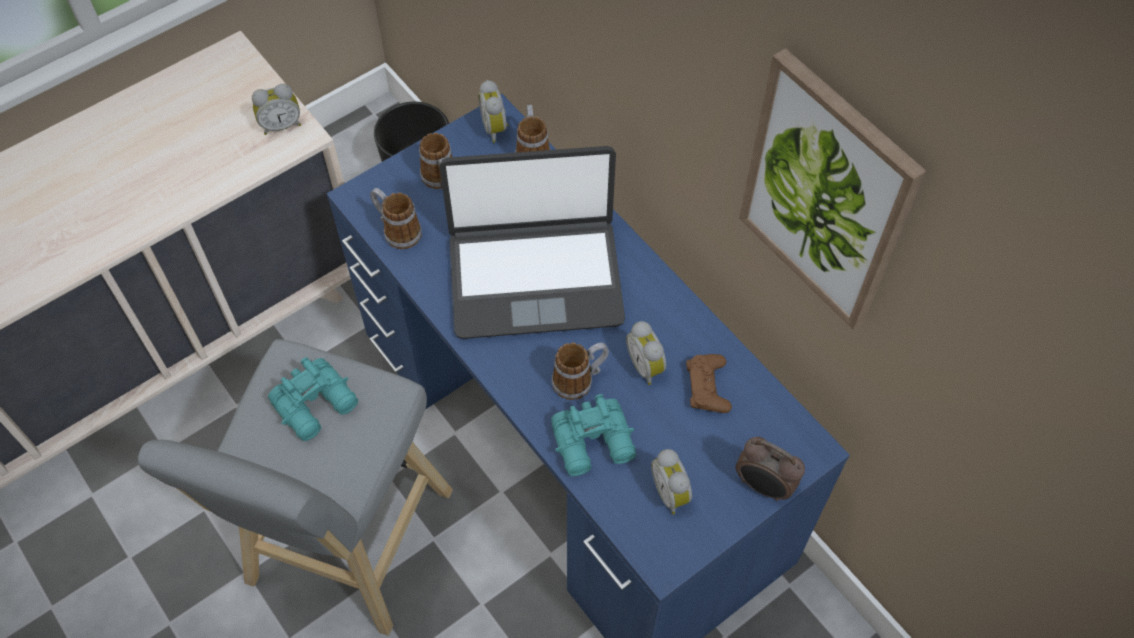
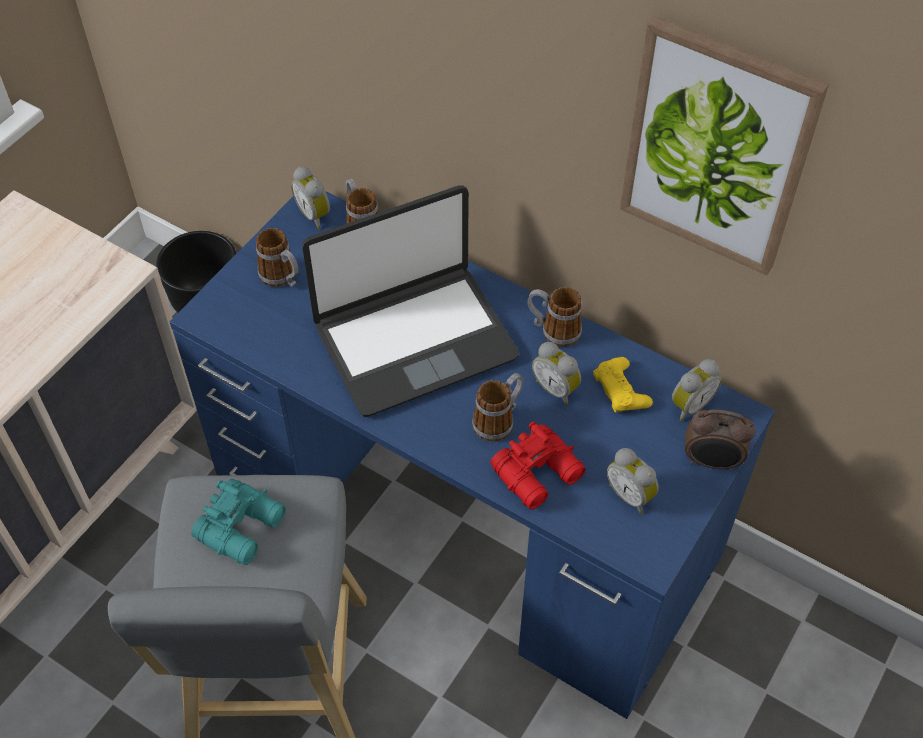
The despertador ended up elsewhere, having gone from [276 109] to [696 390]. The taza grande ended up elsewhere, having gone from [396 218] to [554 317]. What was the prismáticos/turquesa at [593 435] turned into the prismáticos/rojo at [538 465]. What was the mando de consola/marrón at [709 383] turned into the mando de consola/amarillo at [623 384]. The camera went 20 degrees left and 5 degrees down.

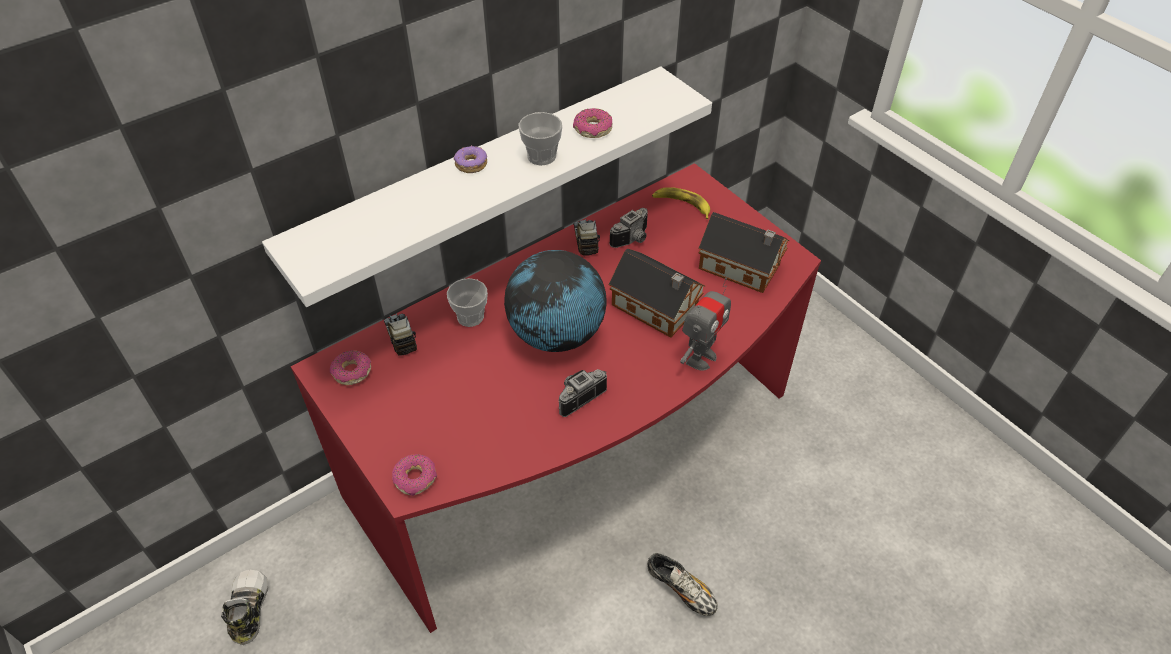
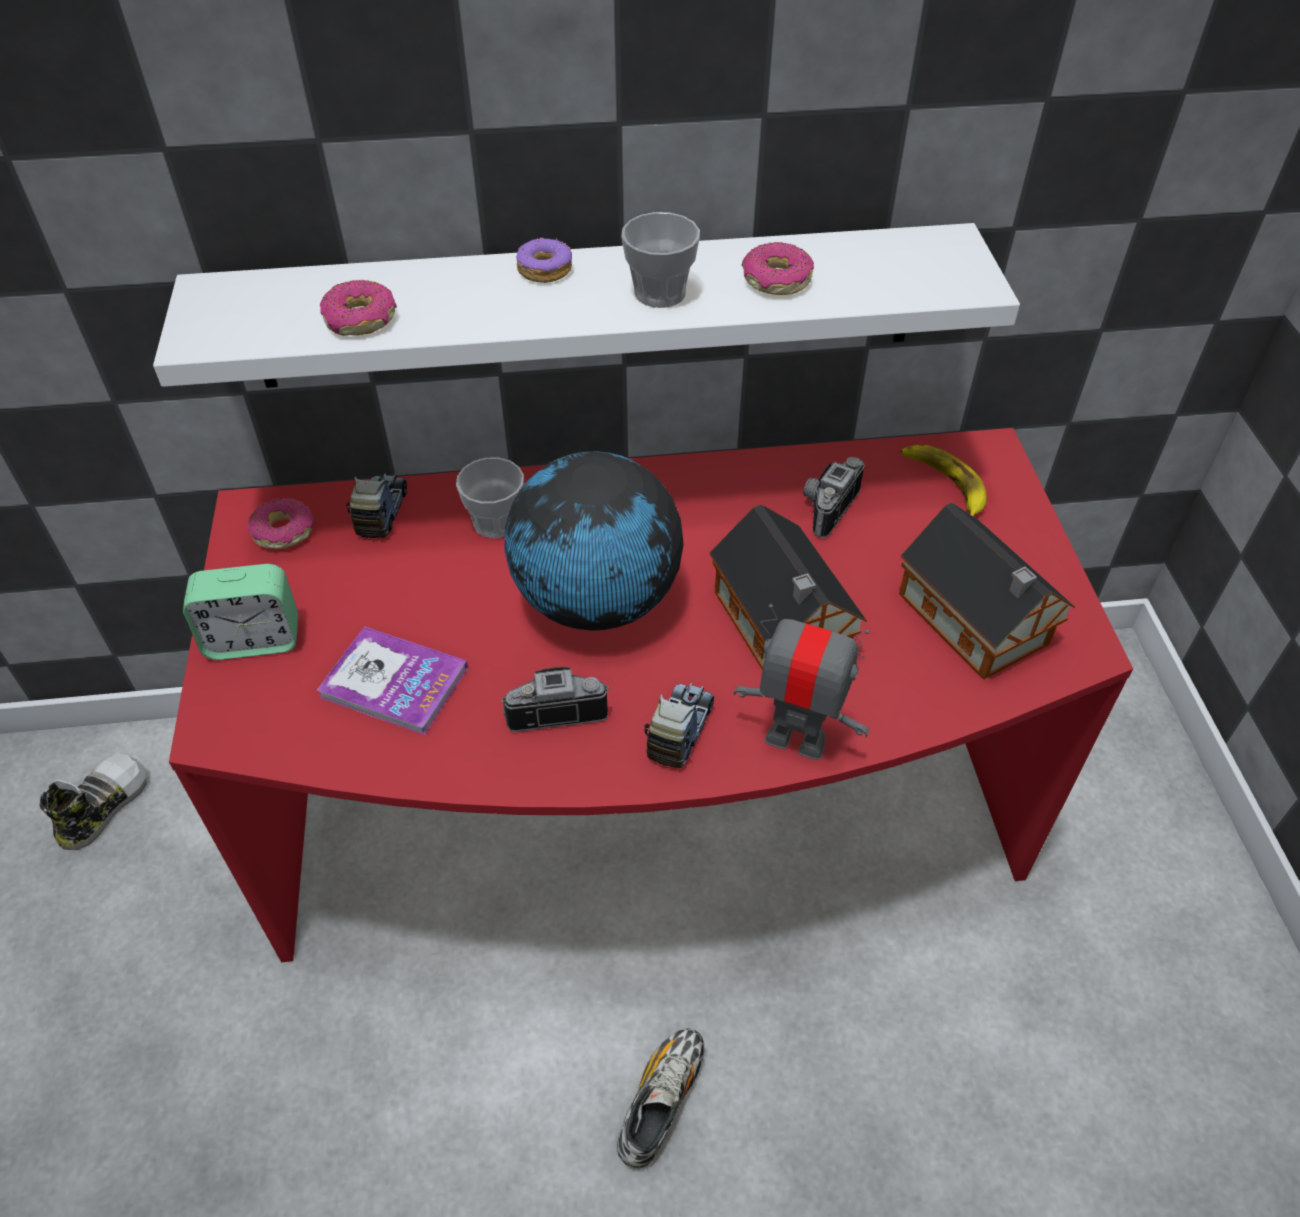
The second view gained the despertador at [240 612]. The second view gained the libro at [392 680]. The rosquilla ended up elsewhere, having gone from [414 475] to [358 308]. The camión de juguete ended up elsewhere, having gone from [586 237] to [679 725]. The cámara at [628 228] ended up facing another way, 135 degrees clockwise from before. The zapato at [682 584] ended up facing another way, 135 degrees counterclockwise from before. The robot de juguete at [705 324] ended up facing another way, 135 degrees counterclockwise from before. The camera went 30 degrees right and 0 degrees up.

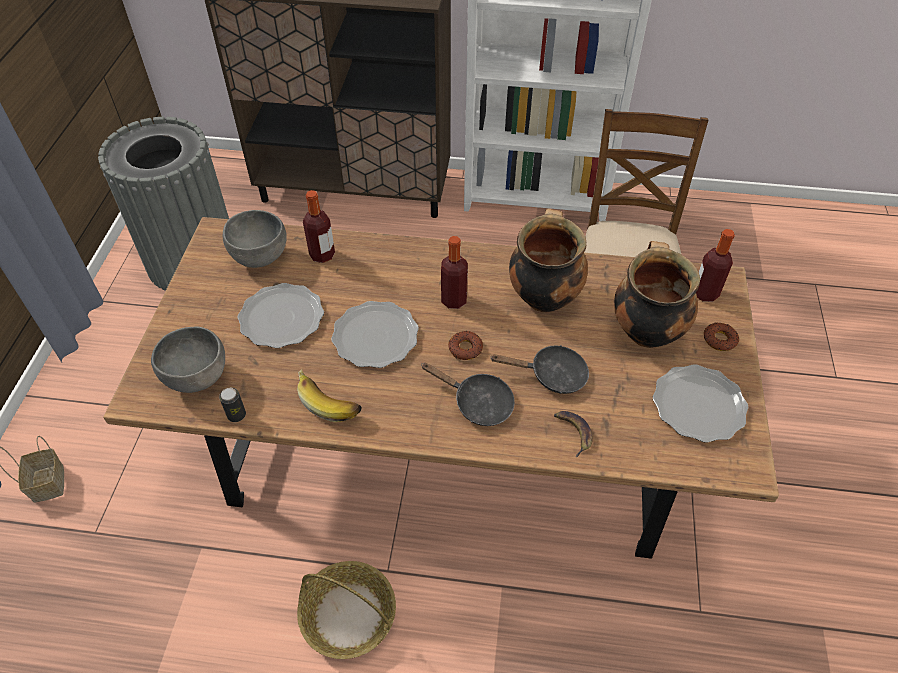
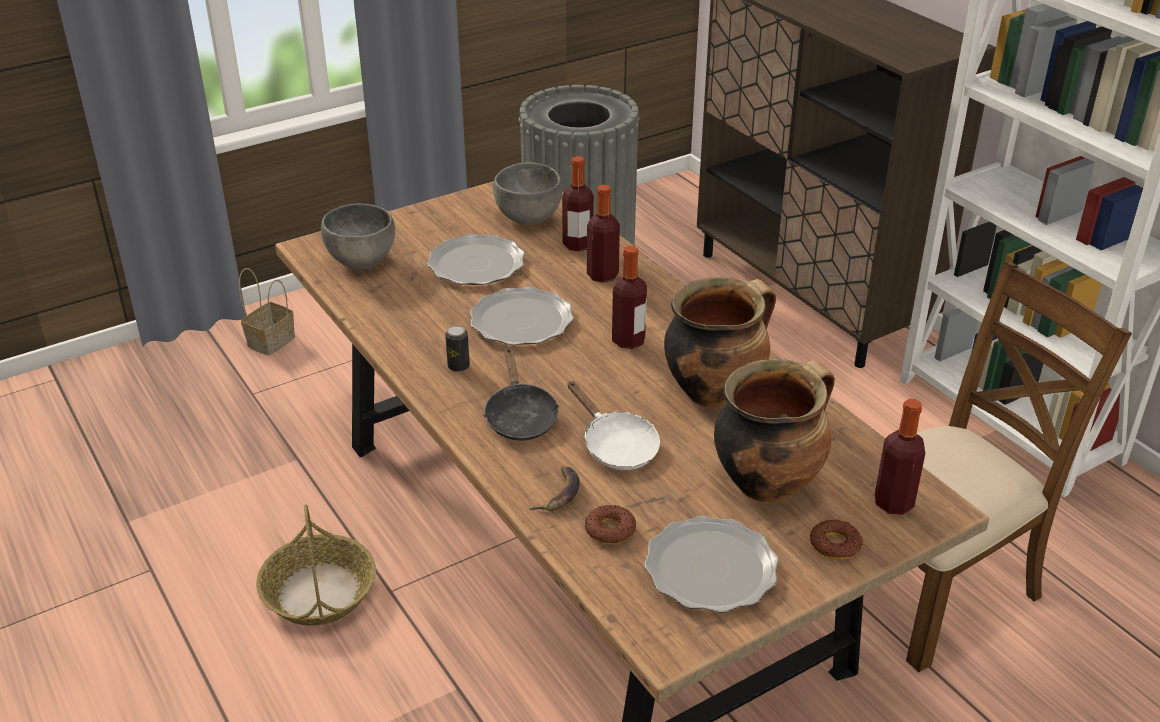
The second view lost the plátano at [329 395]. The second view gained the botella at [603 234]. The lata ended up elsewhere, having gone from [232 405] to [457 349]. The rosquilla ended up elsewhere, having gone from [465 345] to [610 524]. What was the sartén/negro at [540 369] turned into the sartén/blanco at [613 425]. The camera went 50 degrees right and 15 degrees down.

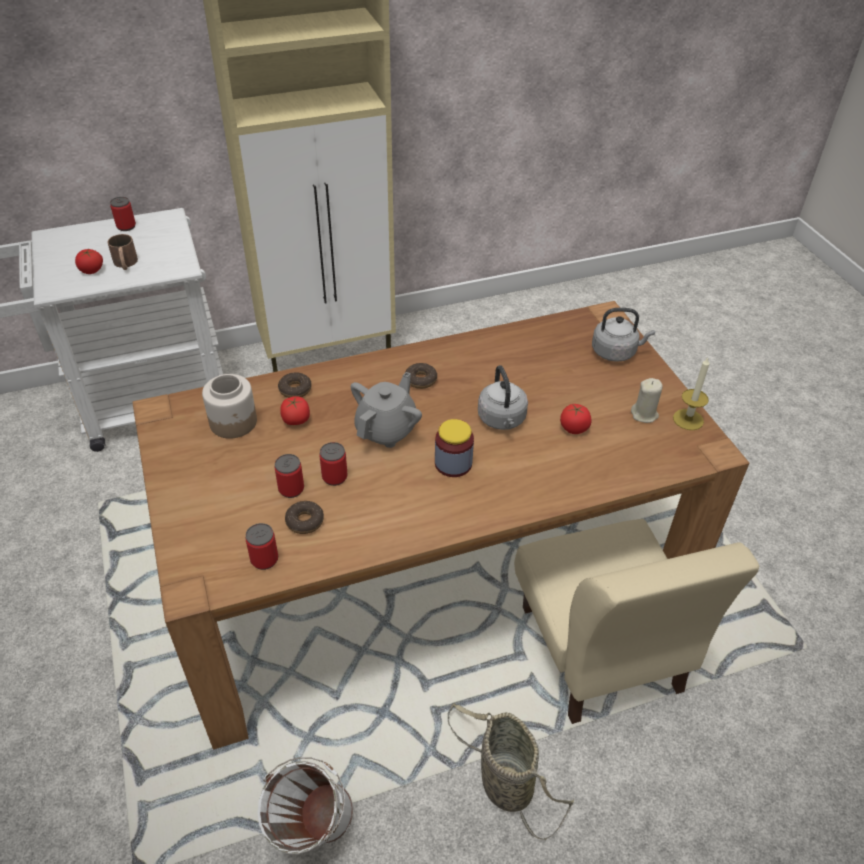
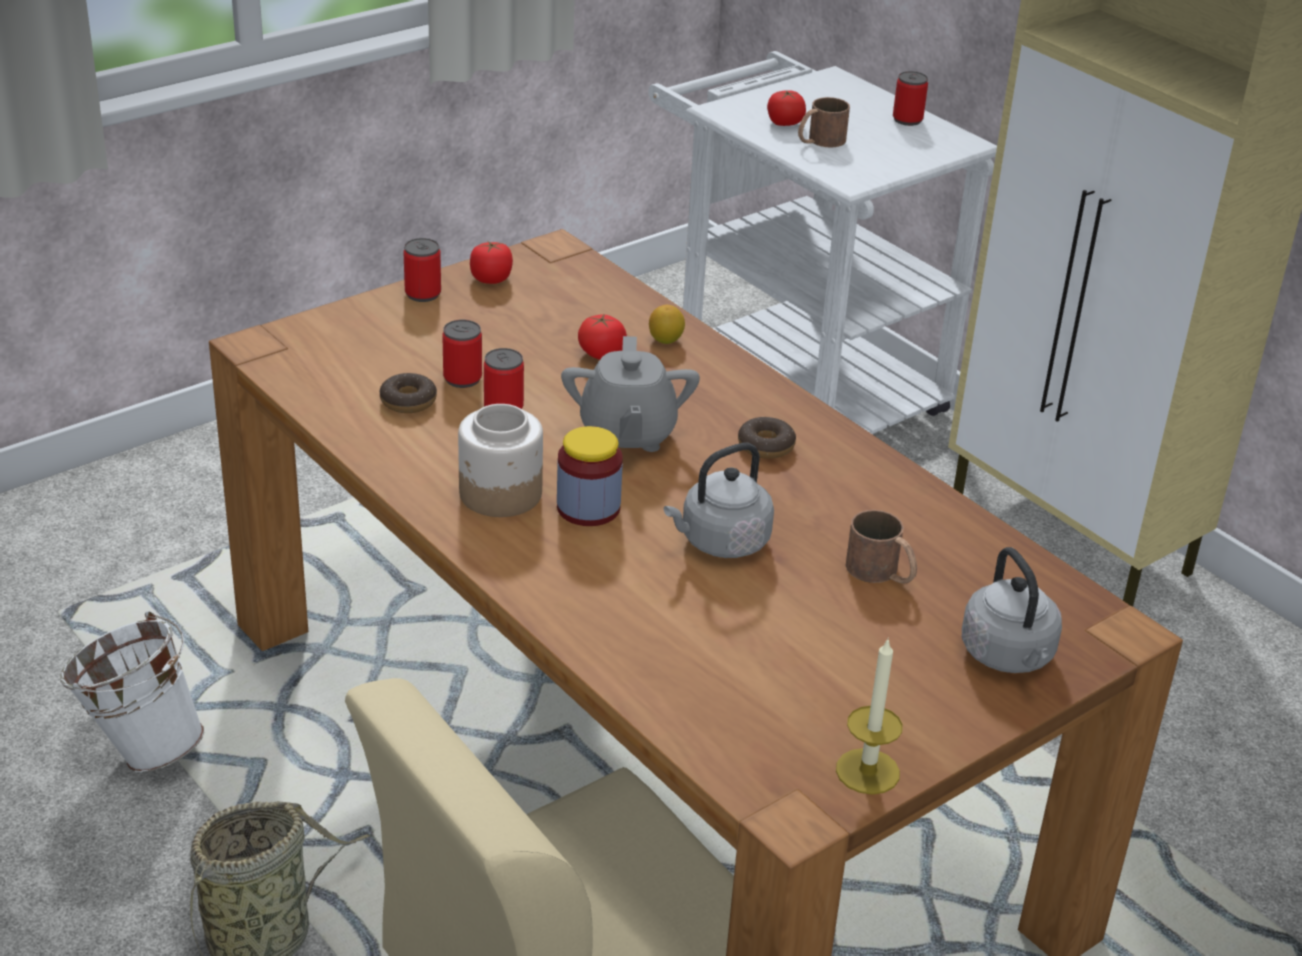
The second view lost the vela/beis at [647 400]. The second view gained the taza grande/marrón at [881 547]. The tarro ended up elsewhere, having gone from [229 406] to [500 460]. The lata ended up elsewhere, having gone from [262 546] to [422 270]. The tomate ended up elsewhere, having gone from [576 419] to [491 262]. Where the rosquilla stood at [295 385], the limón came to stand at [667 324]. The tetera/gris at [386 410] ended up facing another way, 75 degrees clockwise from before. The camera went 70 degrees right and 10 degrees down.

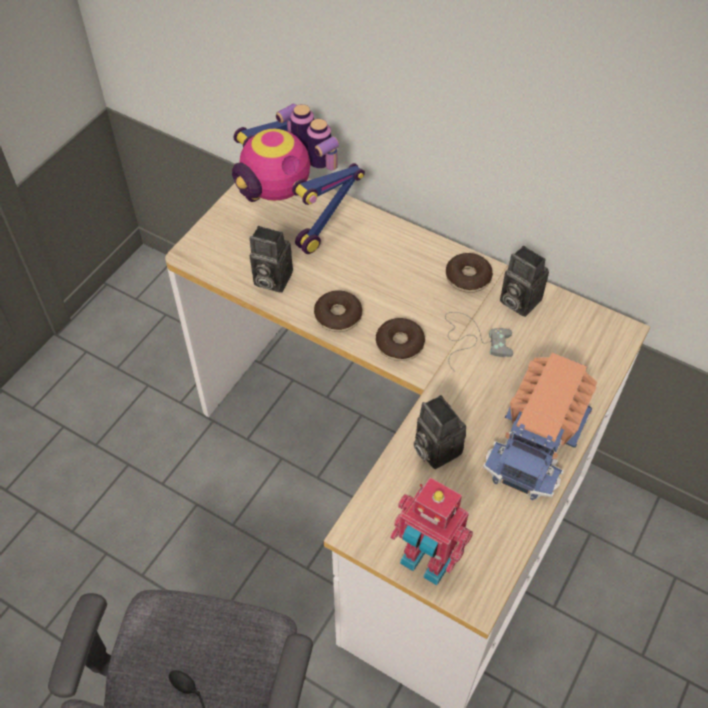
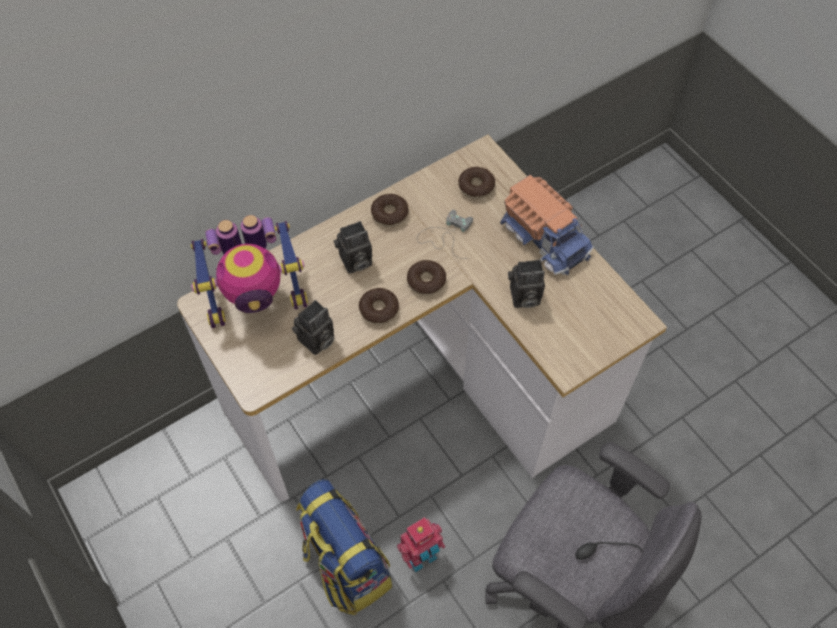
The second view gained the mochila at [344 547]. The second view gained the rosquilla at [476 183]. The robot de juguete ended up elsewhere, having gone from [431 531] to [421 545]. The cámara ended up elsewhere, having gone from [524 281] to [353 247]. The camera went 65 degrees left and 5 degrees up.

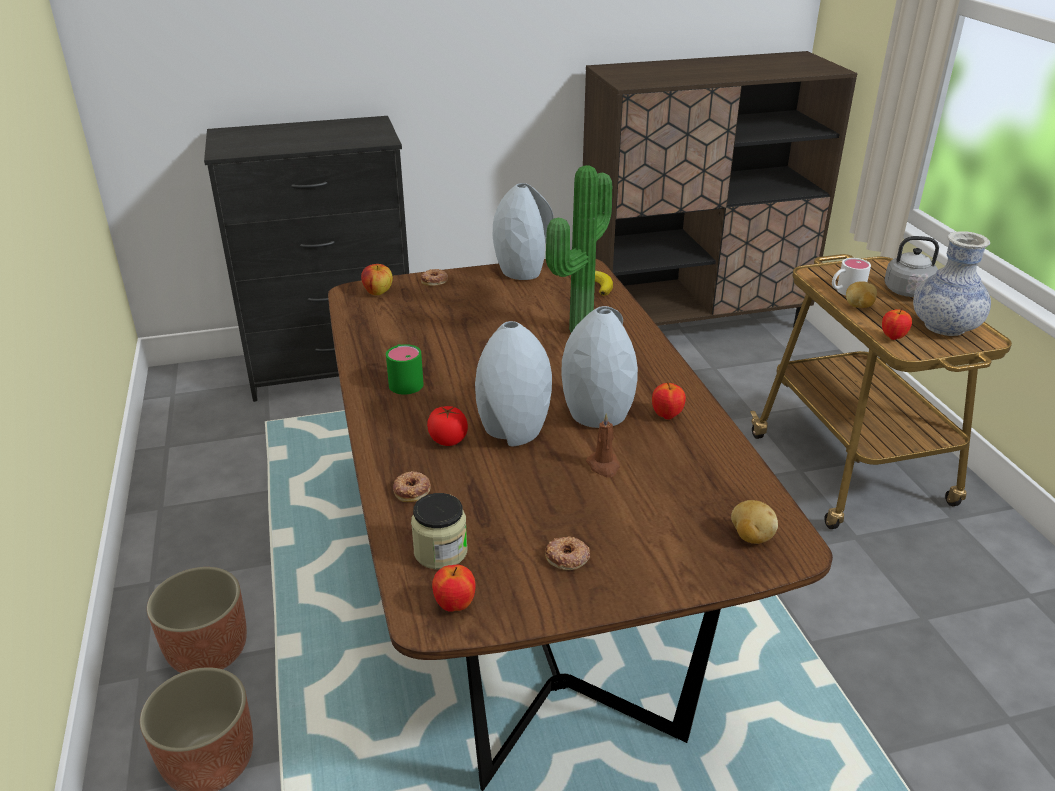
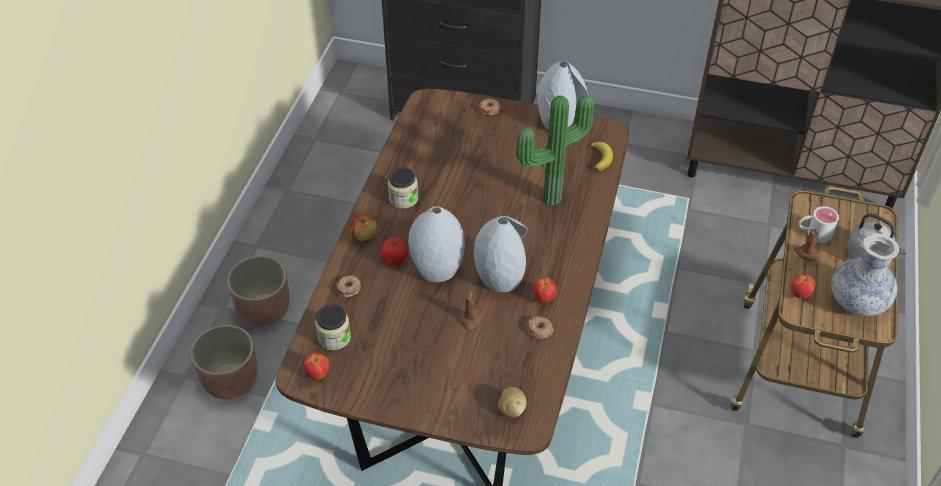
The manzana ended up elsewhere, having gone from [377 279] to [363 227]. The rosquilla ended up elsewhere, having gone from [567 553] to [540 327]. Where the taza grande/verde stood at [405 369], the tarro came to stand at [403 188]. Where the patata stood at [861 295], the vela/marrón came to stand at [807 243]. The camera went 30 degrees right and 15 degrees up.

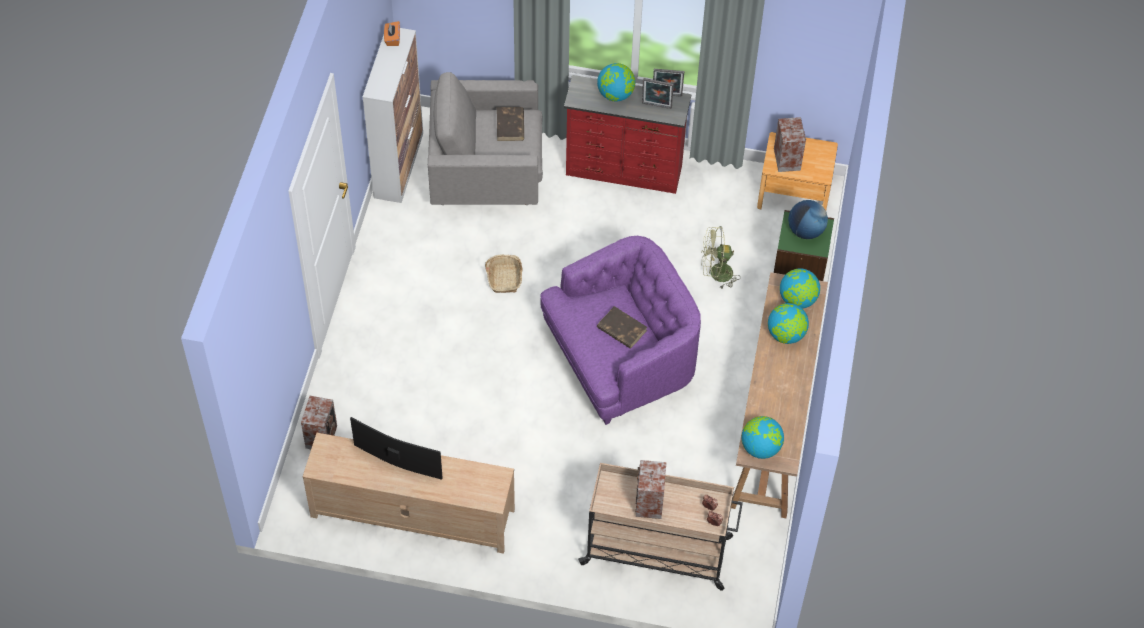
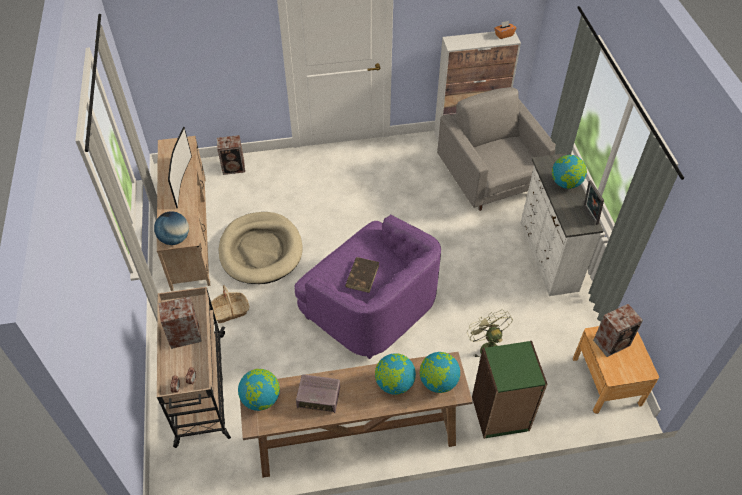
The second view lost the libro/marrón at [510 124]. The second view lost the portarretratos at [657 93]. The second view gained the cama para perro/beis at [261 248]. The second view gained the radio at [318 394]. The cesta ended up elsewhere, having gone from [504 274] to [230 304]. The globo terráqueo ended up elsewhere, having gone from [808 219] to [171 228]. What was the cómoda/rojo at [627 134] turned into the cómoda/blanco at [561 224]. The camera went 70 degrees right and 5 degrees down.

